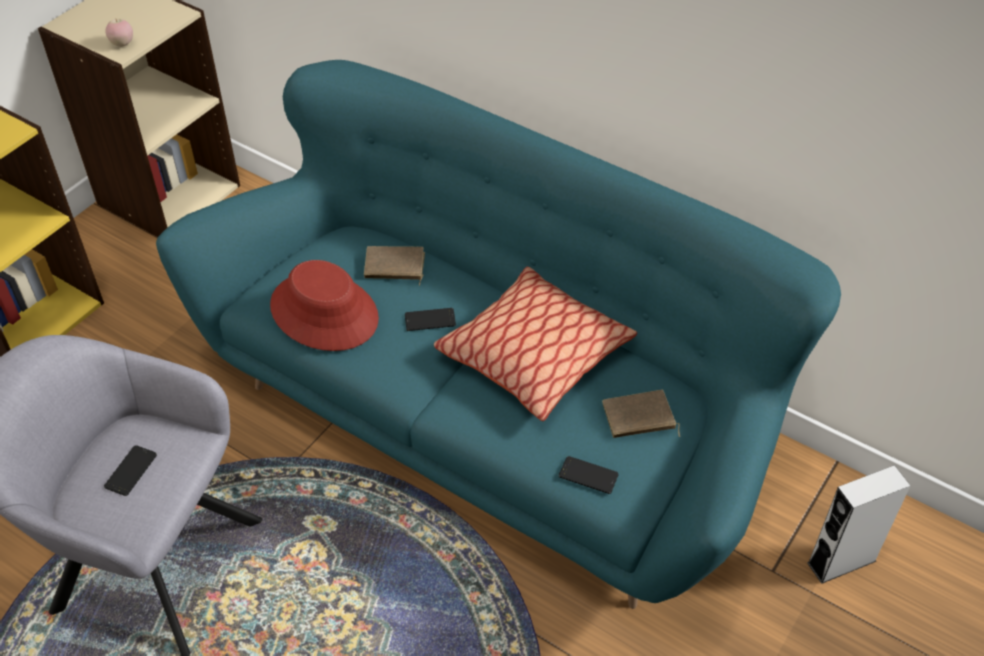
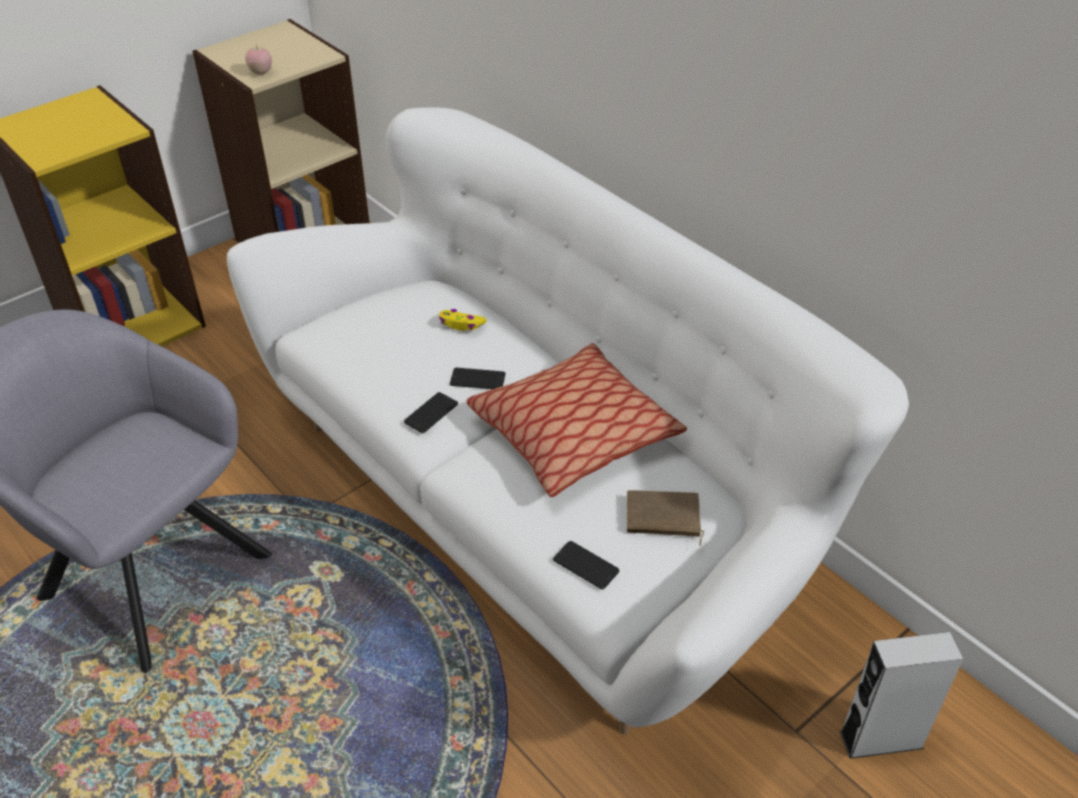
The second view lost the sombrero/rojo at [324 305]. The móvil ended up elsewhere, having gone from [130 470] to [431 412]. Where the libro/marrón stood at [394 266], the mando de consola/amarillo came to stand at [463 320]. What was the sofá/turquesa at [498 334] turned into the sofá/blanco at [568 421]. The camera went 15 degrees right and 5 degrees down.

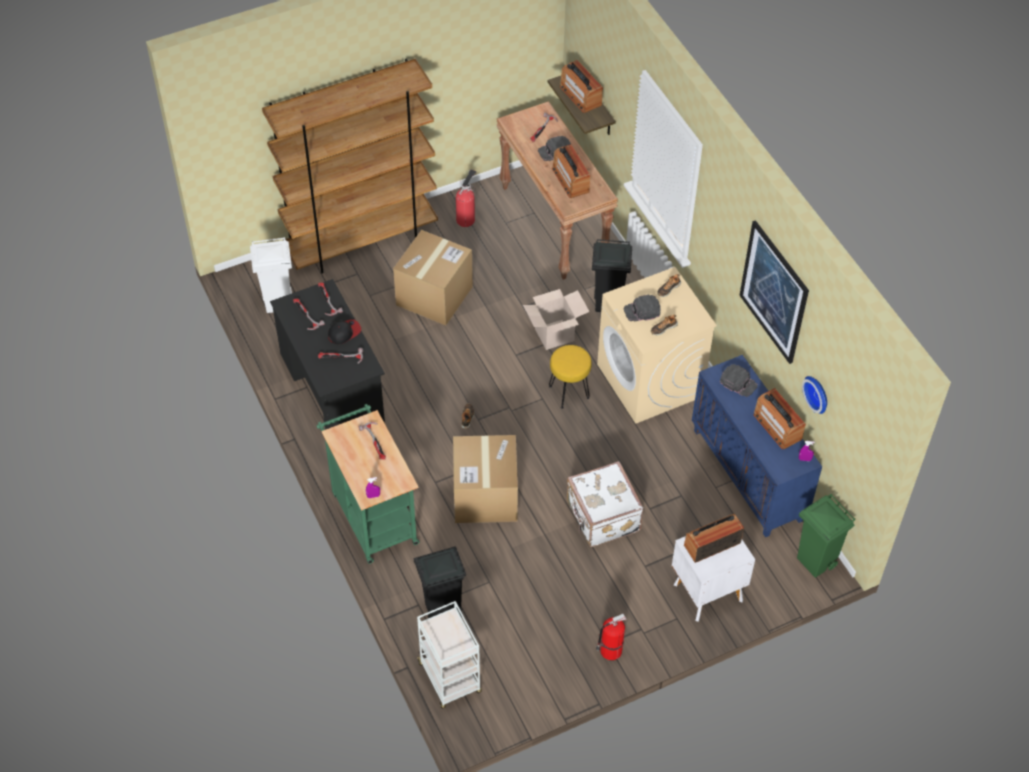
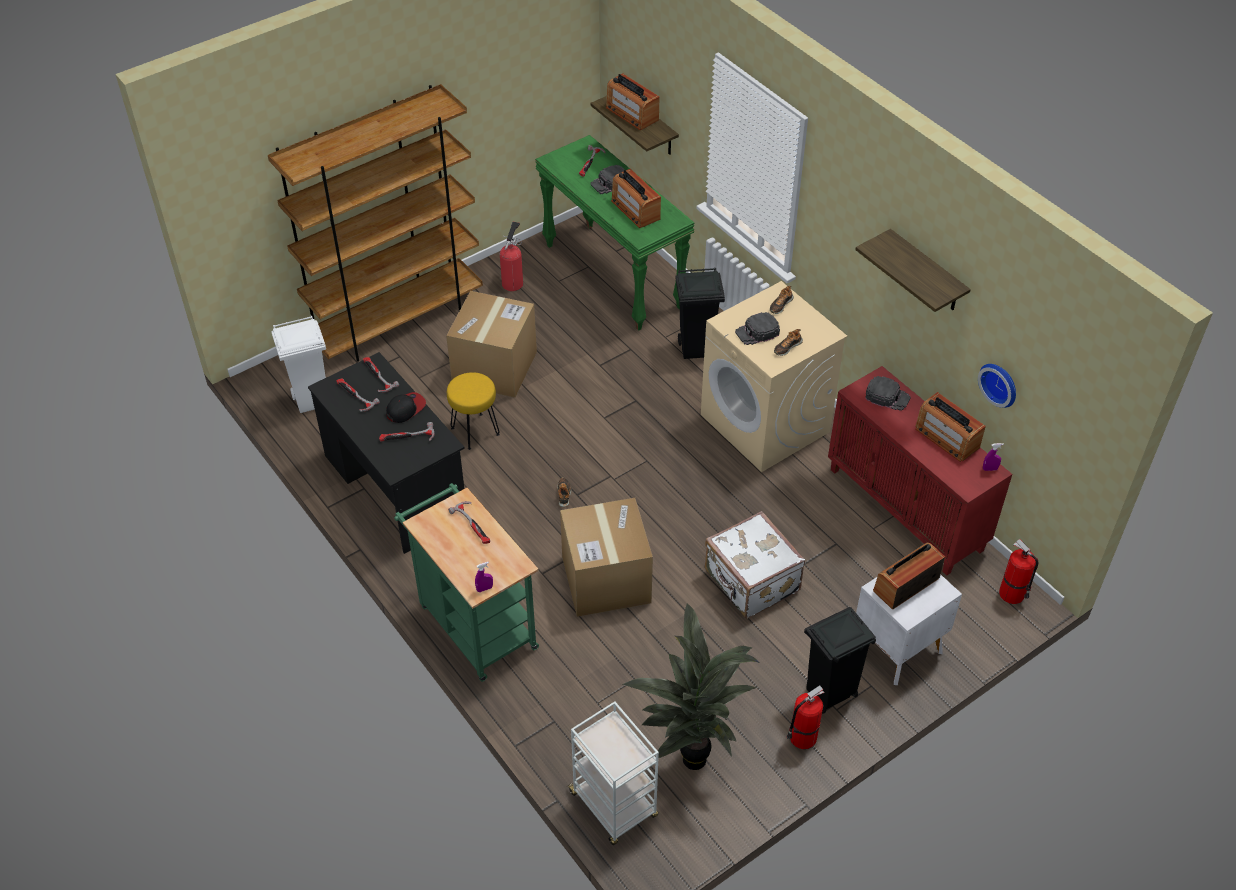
The second view lost the caja de cartón at [556 319]. The second view gained the planta en maceta at [690 686]. The papelera/negro ended up elsewhere, having gone from [440 582] to [840 660]. The taburete/amarillo ended up elsewhere, having gone from [570 377] to [473 411]. Where the cuadro hung at [774 292], the estante came to hang at [913 270]. Where the papelera/verde stood at [826 536], the extintor came to stand at [1018 571]. What was the mesa consola/marrón at [557 190] turned into the mesa consola/verde at [615 233]. What was the armario/azul at [757 446] turned into the armario/rojo at [920 471]. The camera went 10 degrees left and 5 degrees down.

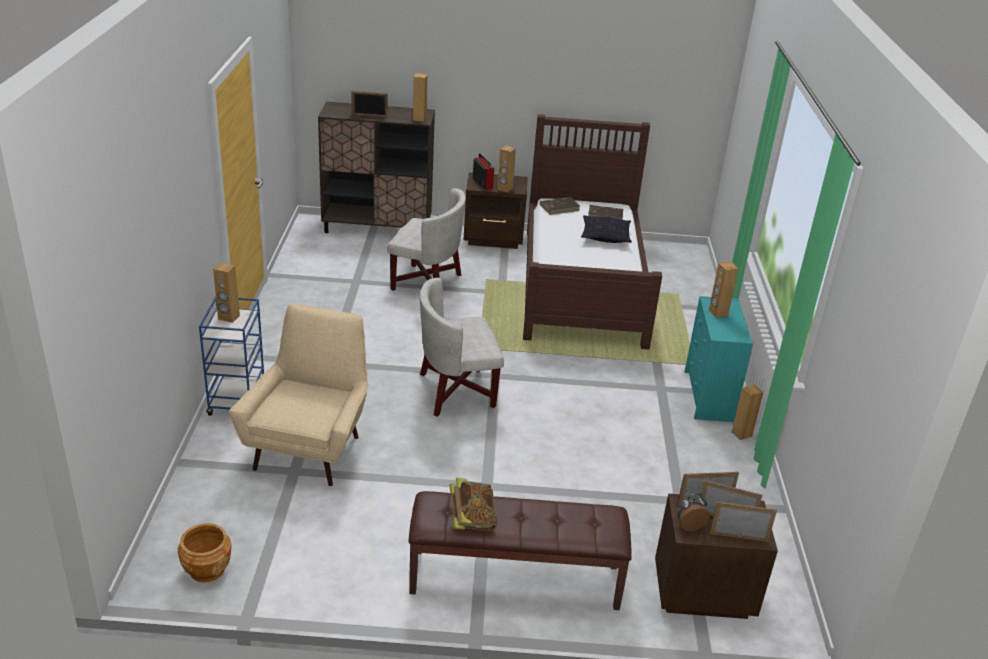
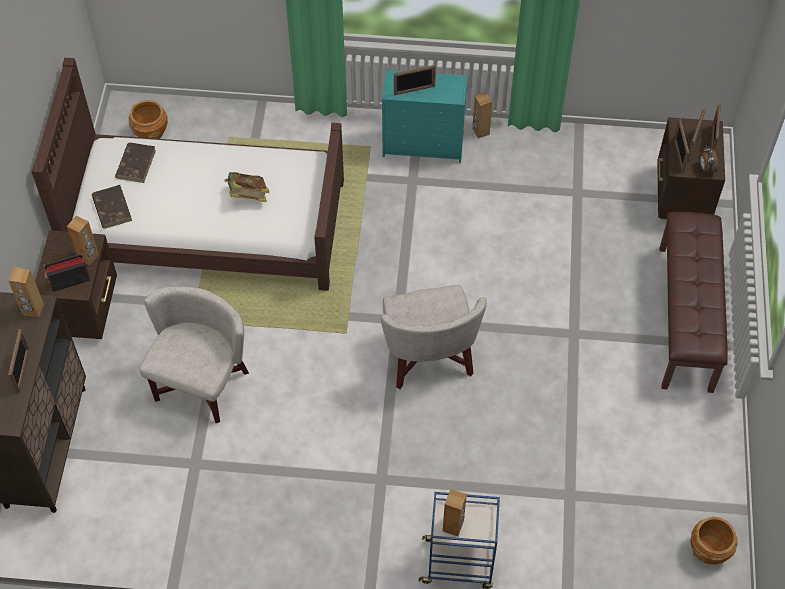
The second view lost the sillón/beis at [298 394]. The second view lost the cojín at [606 229]. The second view gained the maceta/marrón at [148 119]. The libro ended up elsewhere, having gone from [473 504] to [247 187]. Where the altavoz/marrón stood at [723 289], the portarretratos came to stand at [415 80]. The camera went 85 degrees left and 25 degrees up.

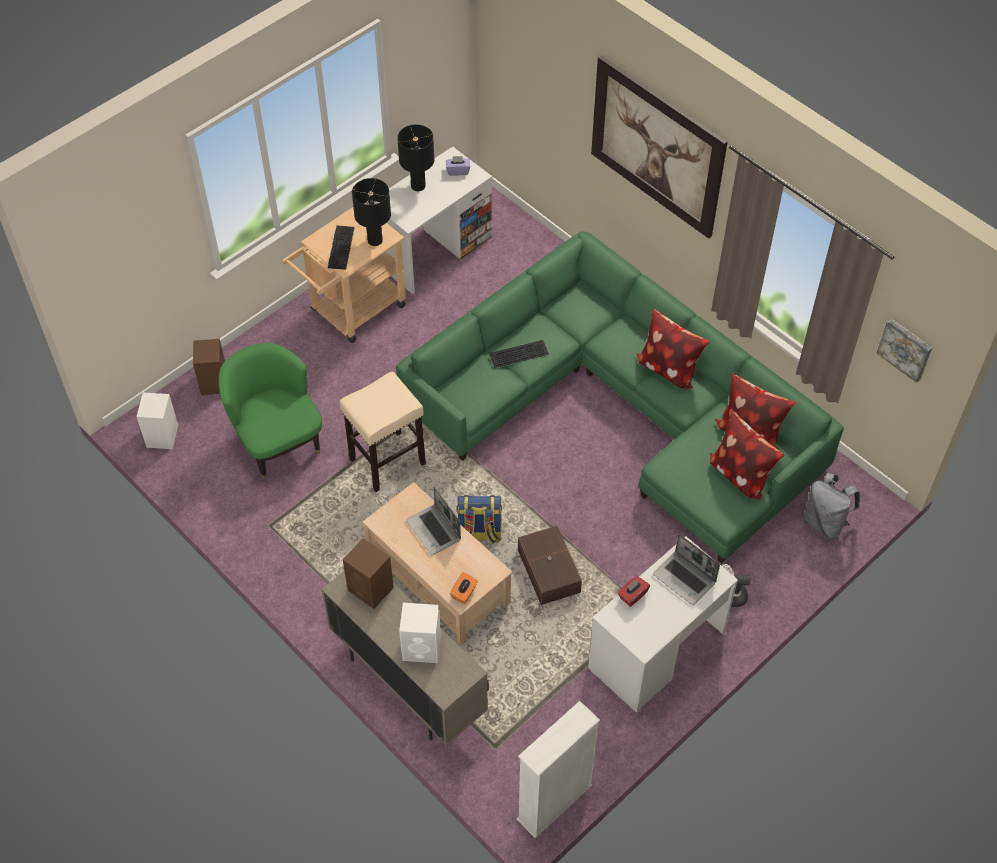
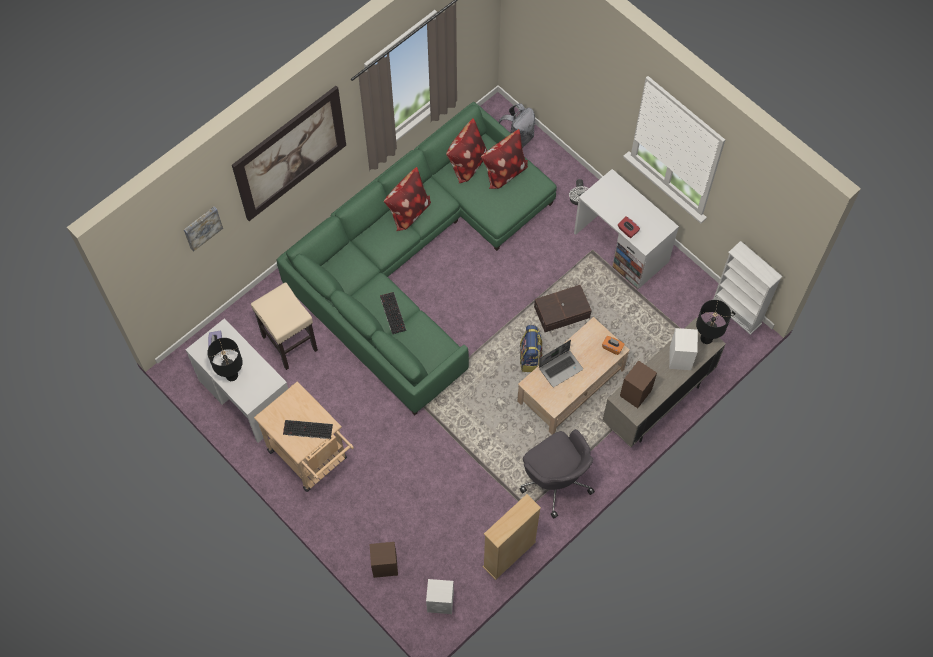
The second view lost the sillón/verde at [270 411]. The second view lost the portátil at [686 569]. The second view gained the estantería/beis at [511 537]. The second view gained the silla de oficina/gris at [557 473]. The taburete/beis ended up elsewhere, having gone from [382 431] to [284 326]. The lámpara de mesa/negro ended up elsewhere, having gone from [371 212] to [713 322]. The cuadro ended up elsewhere, having gone from [904 350] to [203 229]. The camera went 90 degrees left and 10 degrees up.

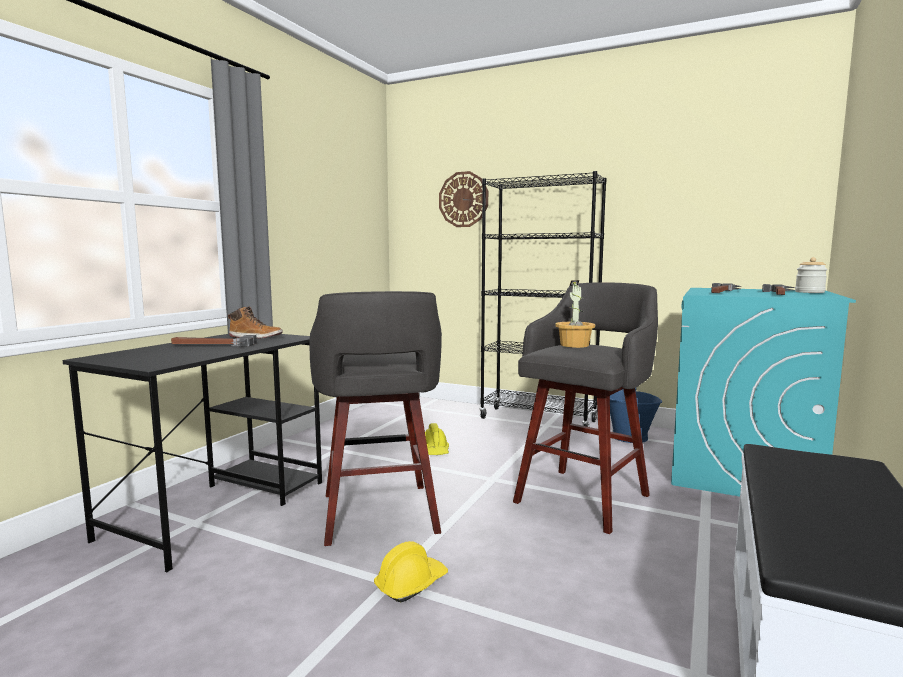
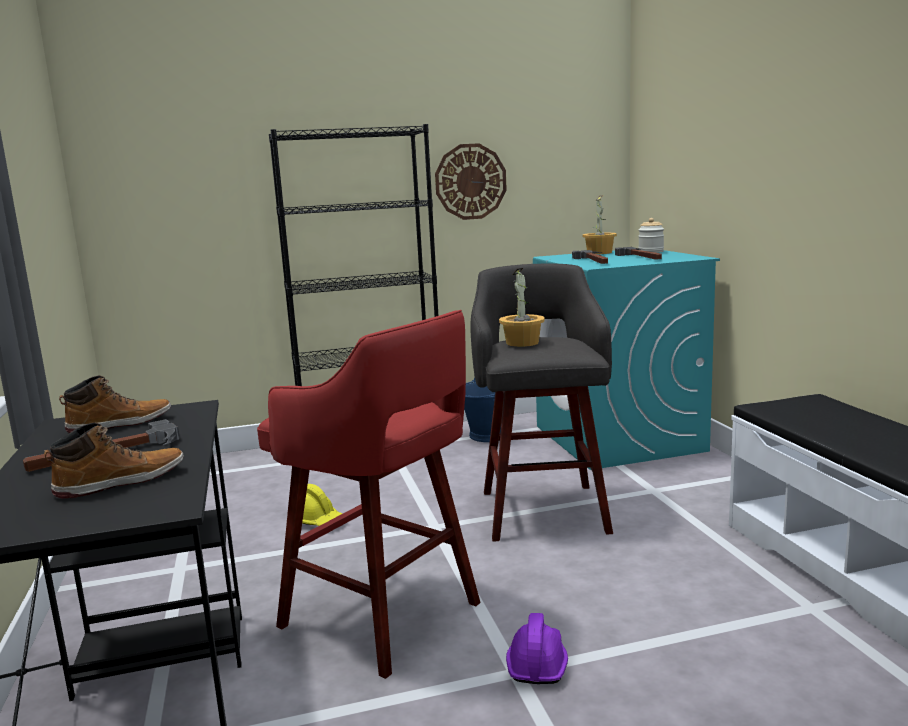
The second view gained the bota at [114 460]. The second view gained the planta en maceta at [599 224]. The reloj de pared ended up elsewhere, having gone from [463 199] to [471 181]. What was the taburete/gris at [375 418] turned into the taburete/rojo at [368 494]. What was the casco/amarillo at [411 571] turned into the casco/morado at [537 648]. The camera went 40 degrees left and 5 degrees up.

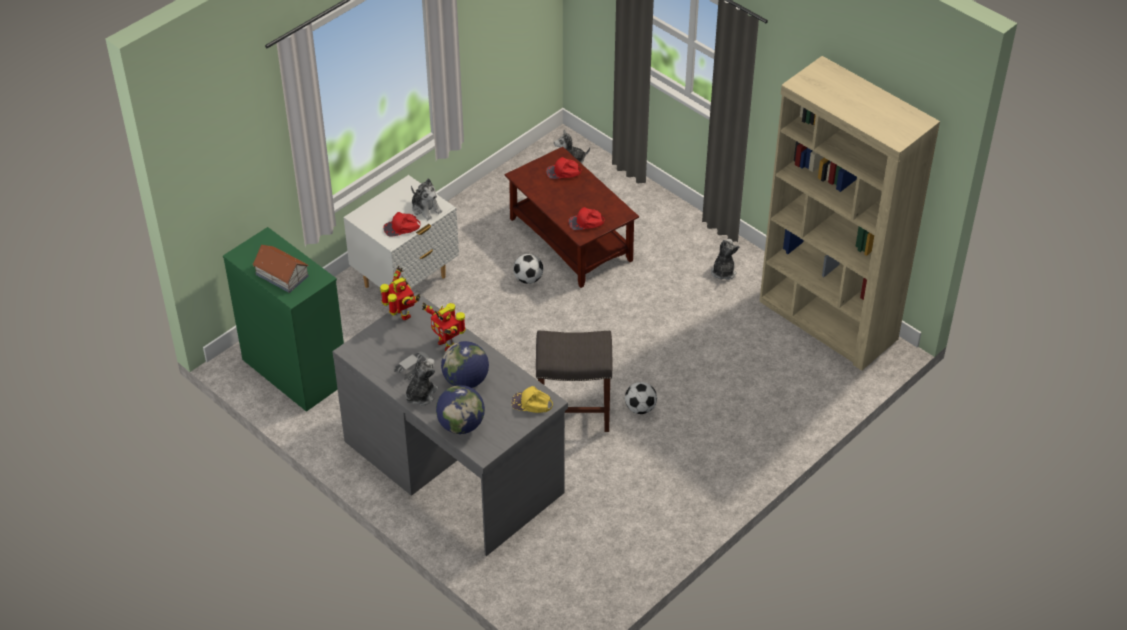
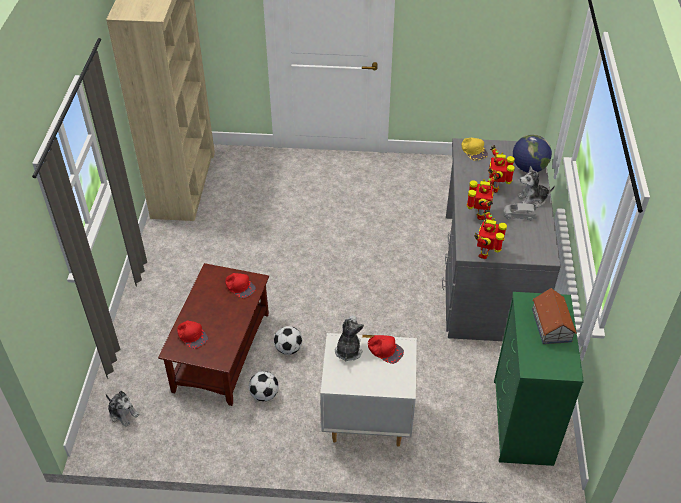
The second view lost the taburete/gris at [574 381]. The second view lost the peluche at [725 259]. The balón de fútbol ended up elsewhere, having gone from [641 398] to [264 386]. Where the globo terráqueo stood at [465 364], the robot de juguete came to stand at [501 169]. The camera went 130 degrees left and 0 degrees up.

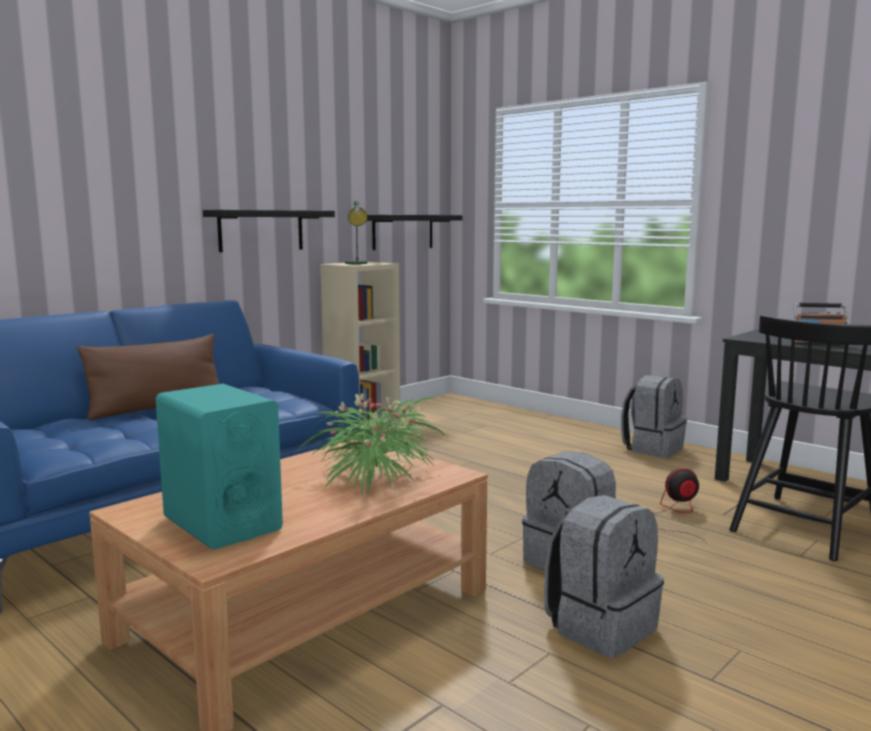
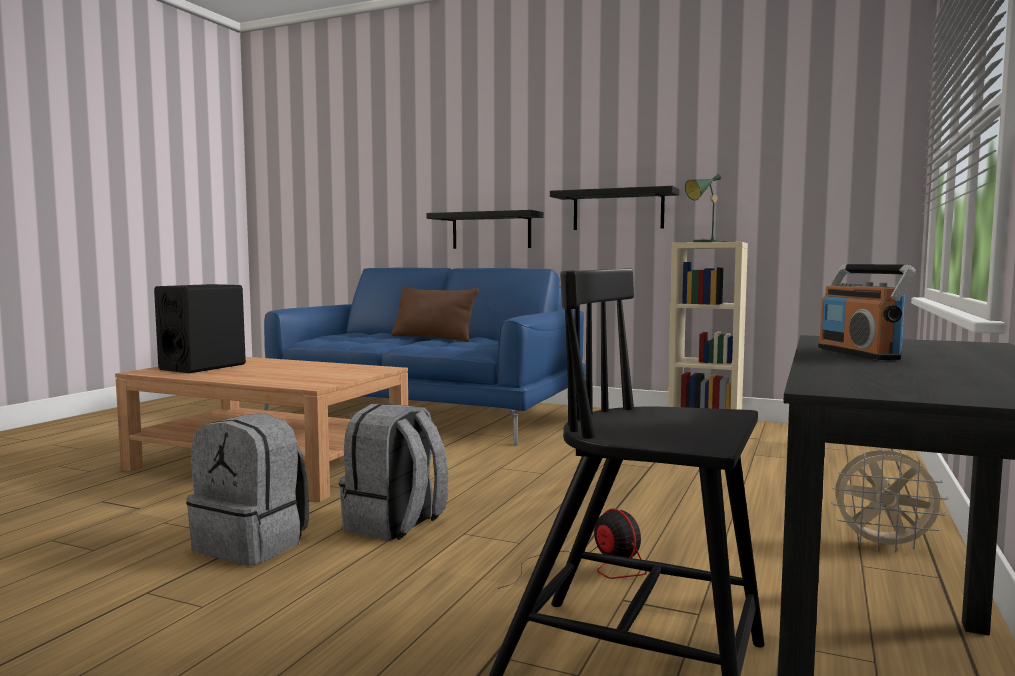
The second view lost the planta en maceta at [371 444]. The estante/negro ended up elsewhere, having gone from [415 232] to [485 229]. Where the mochila/gris stood at [654 416], the ventilador/beis came to stand at [890 500]. What was the altavoz/turquesa at [219 467] turned into the altavoz/negro at [200 328]. The camera went 70 degrees right and 5 degrees down.

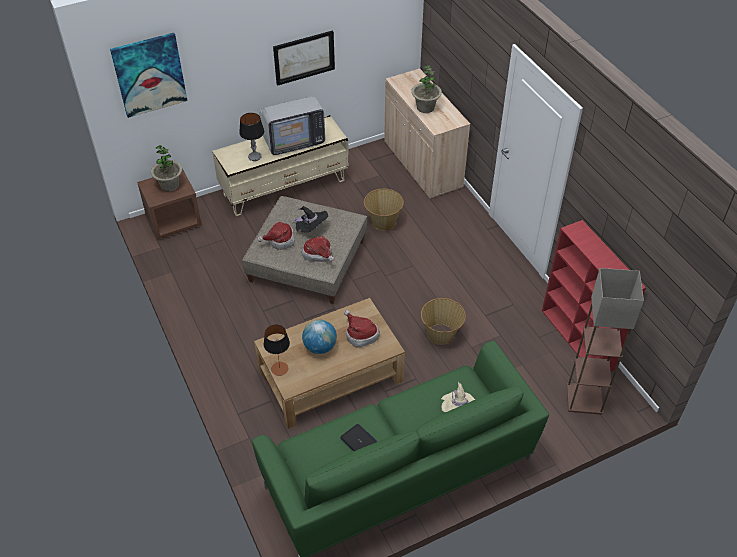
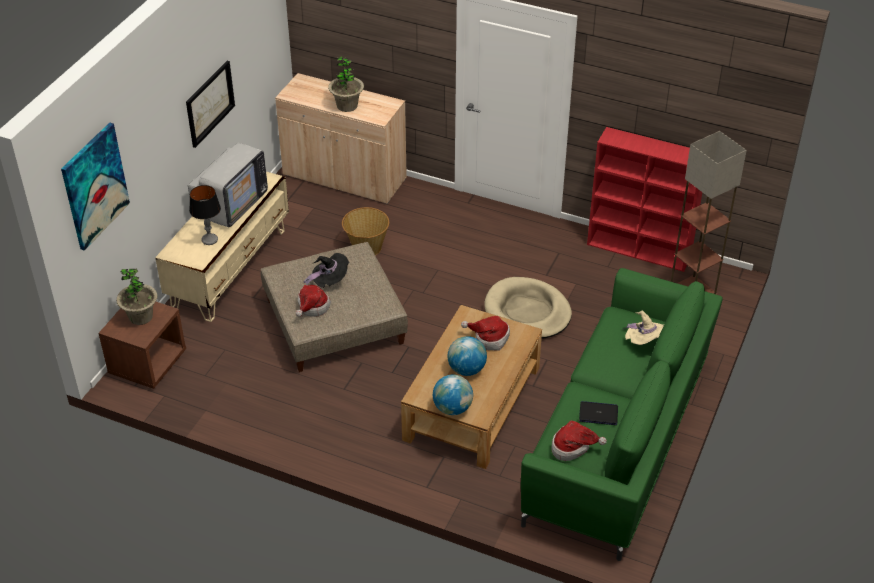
The sombrero ended up elsewhere, having gone from [317 249] to [579 441]. Where the lámpara de mesa stood at [277 350], the globo terráqueo came to stand at [453 395]. Where the cesta stood at [443 321], the cama para perro/beis came to stand at [528 308]. The camera went 40 degrees left and 5 degrees down.

